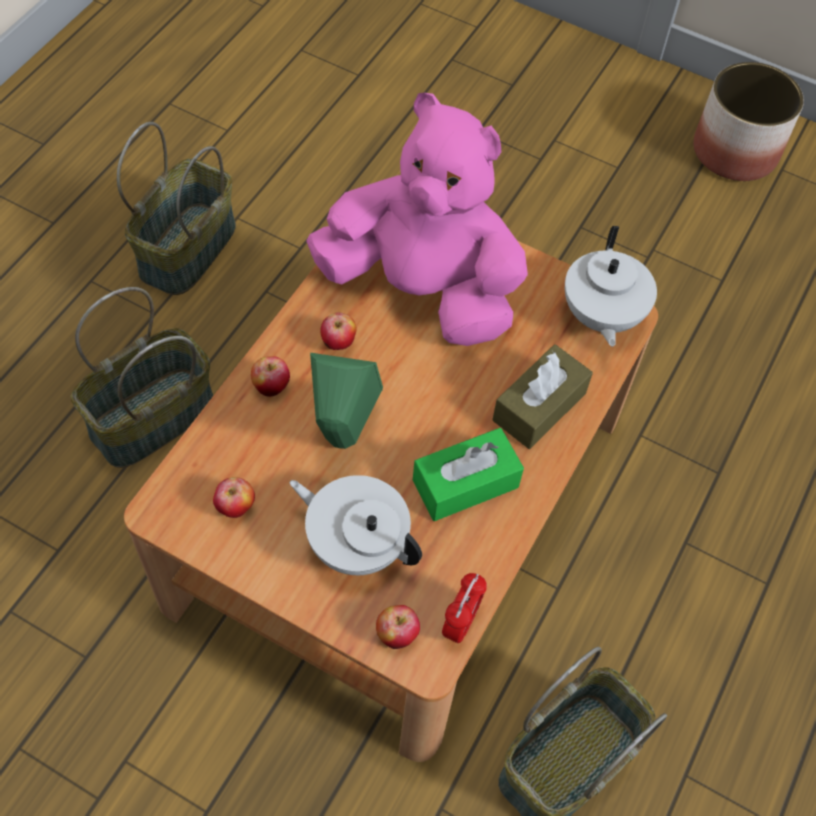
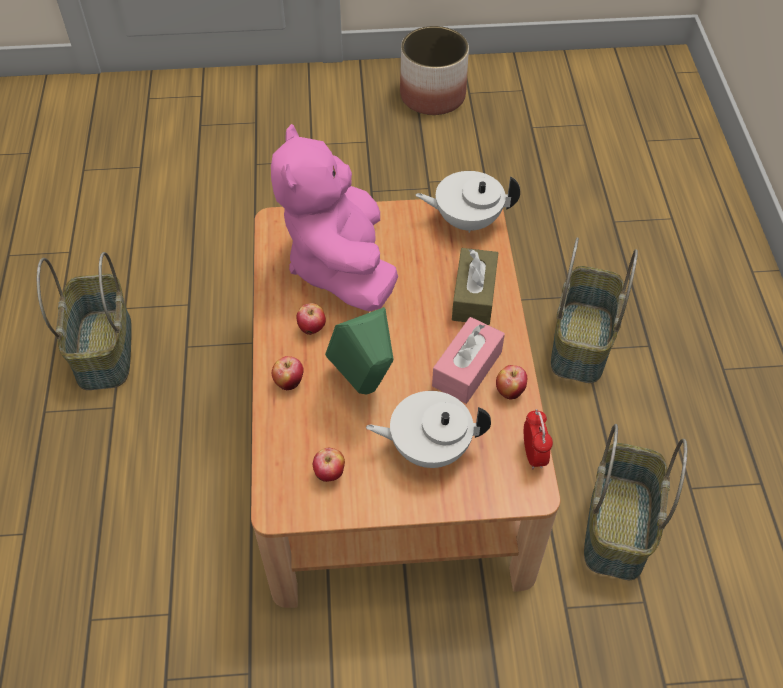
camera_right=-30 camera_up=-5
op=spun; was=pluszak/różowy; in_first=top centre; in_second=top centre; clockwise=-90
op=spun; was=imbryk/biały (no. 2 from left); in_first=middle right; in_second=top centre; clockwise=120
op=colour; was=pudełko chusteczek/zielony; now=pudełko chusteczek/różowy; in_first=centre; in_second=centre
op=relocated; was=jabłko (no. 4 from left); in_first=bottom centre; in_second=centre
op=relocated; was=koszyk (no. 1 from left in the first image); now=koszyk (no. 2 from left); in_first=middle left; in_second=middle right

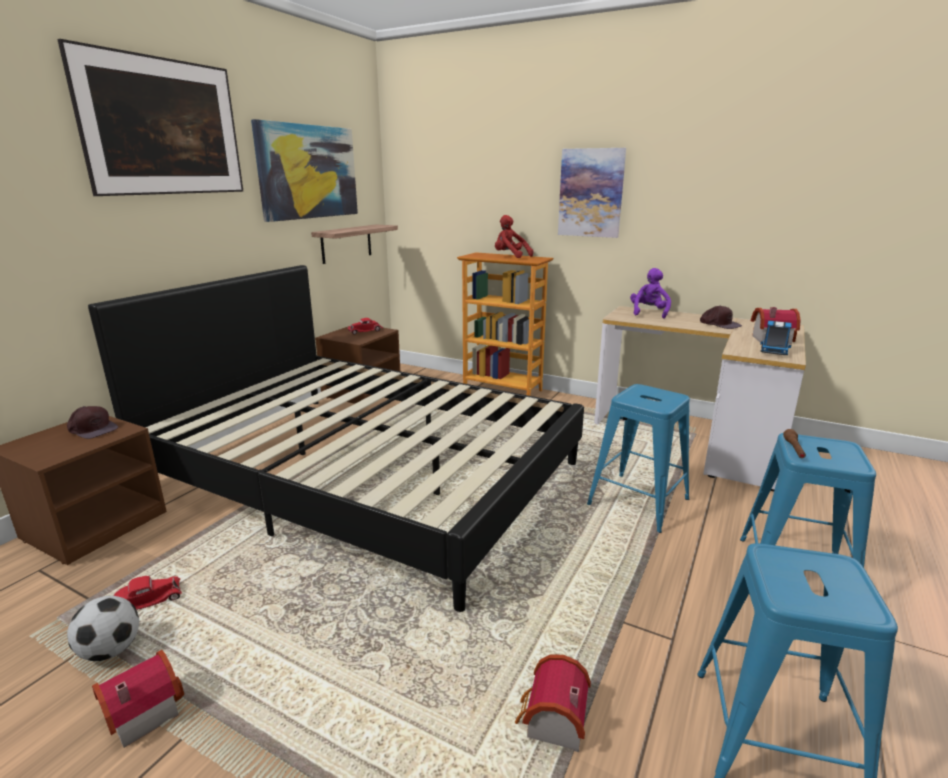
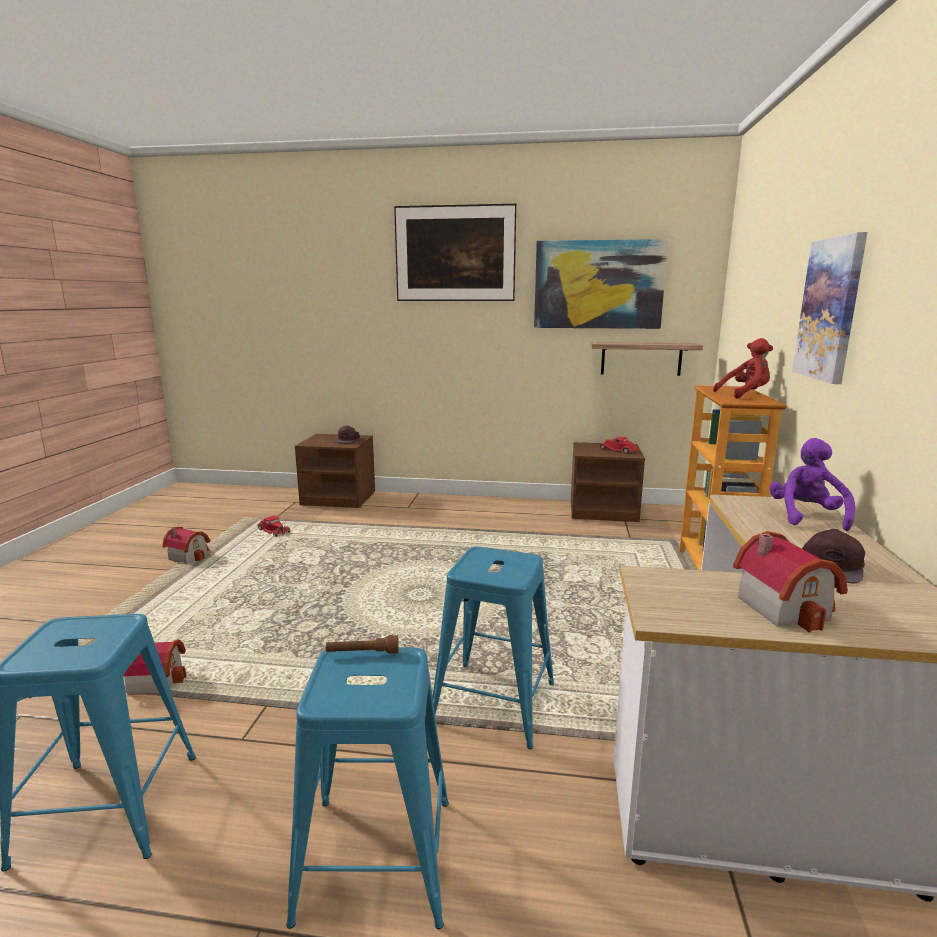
camera_right=70 camera_up=-5
op=spun; was=pluszak/czerwony; in_first=top centre; in_second=middle right; clockwise=60
op=spun; was=pluszak/fioletowy; in_first=middle right; in_second=middle right; clockwise=-75
op=missing; was=piłka futbolowa; in_first=bottom left
op=missing; was=łóżko/czarny; in_first=centre
op=missing; was=ciężarówka zabawkowa; in_first=middle right

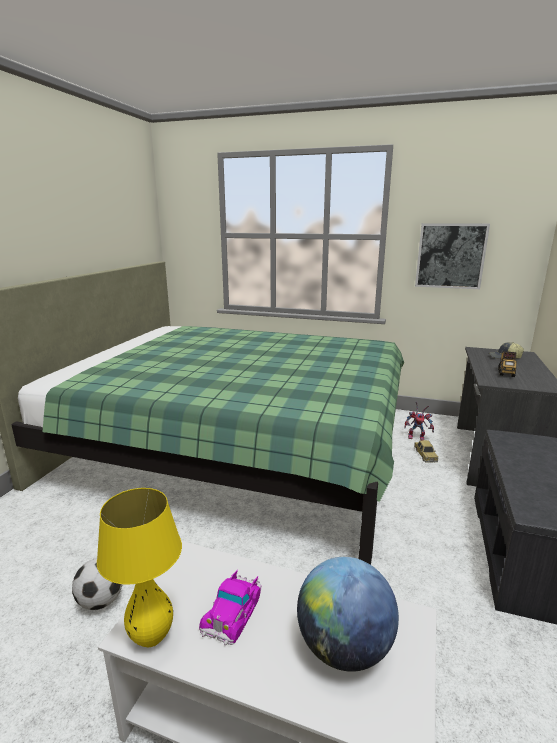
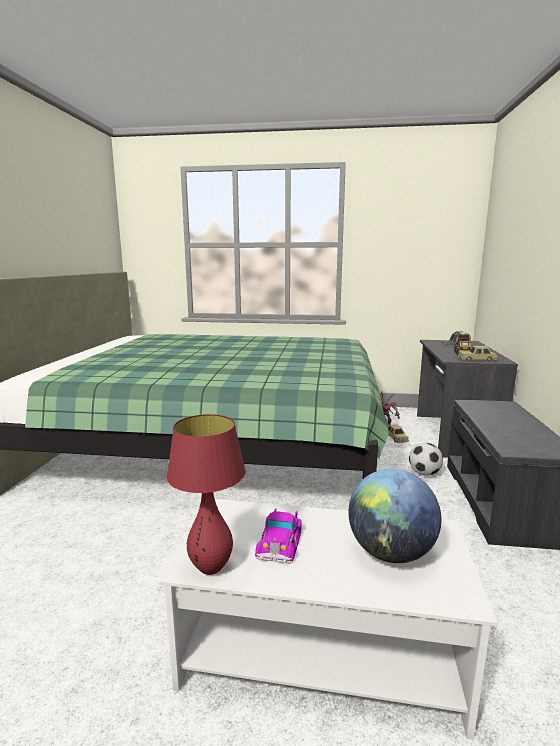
camera_right=-10 camera_up=-5
op=colour; was=lampa stołowa/żółty; now=lampa stołowa/czerwony; in_first=bottom left; in_second=centre
op=relocated; was=piłka futbolowa; in_first=bottom left; in_second=middle right
op=appeared; now=samochodzik (no. 3 from left); in_second=middle right
op=missing; was=obraz; in_first=middle right

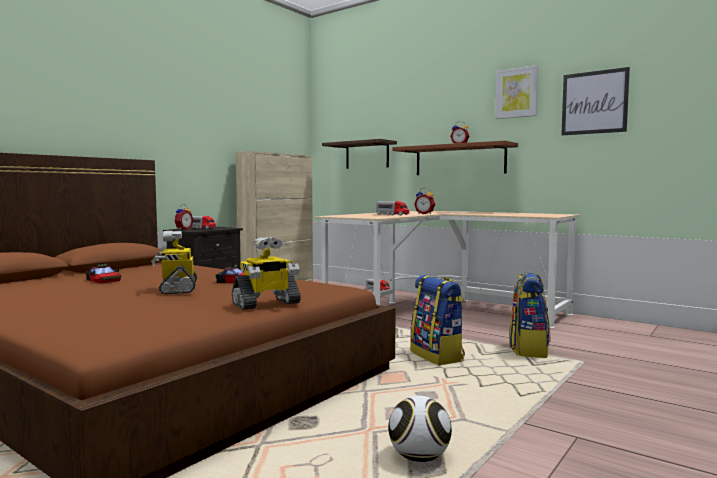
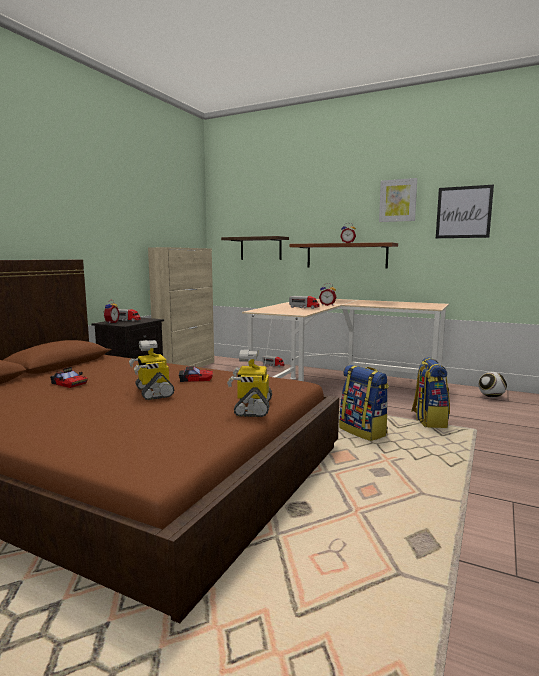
camera_right=-10 camera_up=5
op=spun; was=robot zabawkowy (no. 2 from left); in_first=centre; in_second=centre; clockwise=135
op=relocated; was=piłka futbolowa; in_first=bottom centre; in_second=middle right

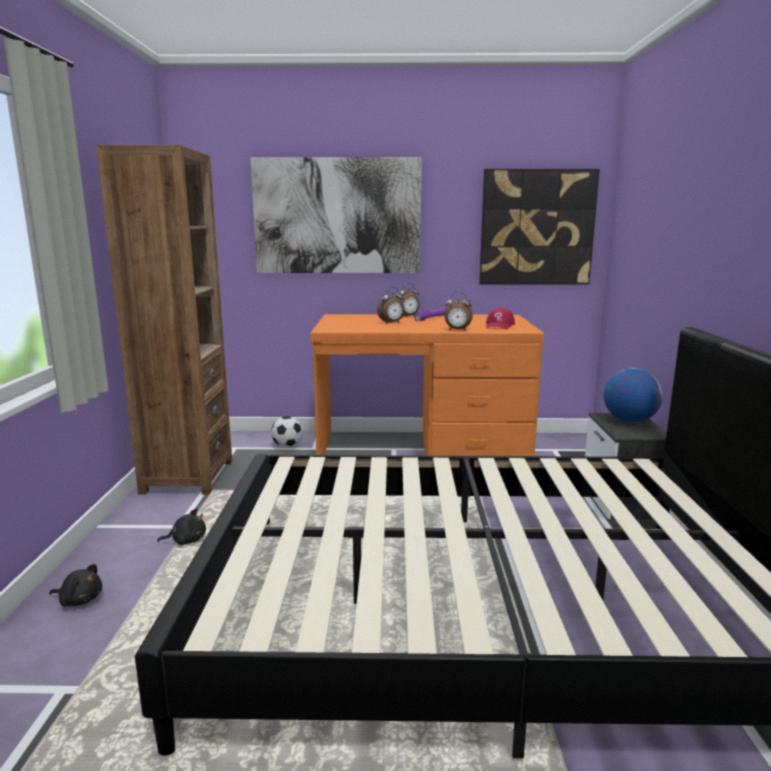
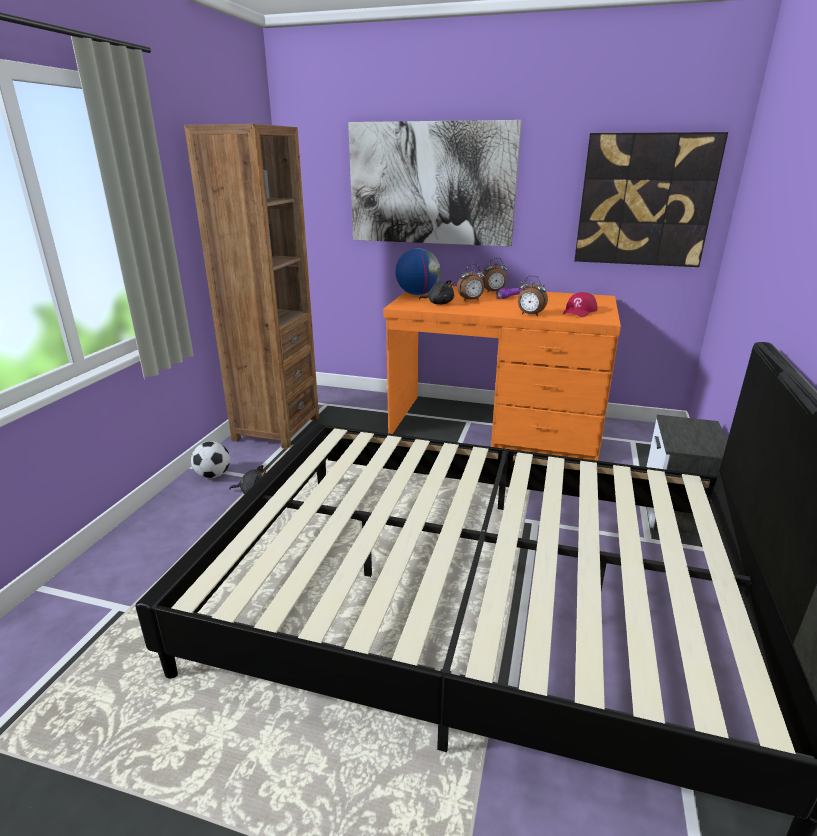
camera_right=15 camera_up=10
op=relocated; was=piłka futbolowa; in_first=centre; in_second=middle left
op=relocated; was=globus; in_first=middle right; in_second=top centre
op=relocated; was=pluszak/czarny (no. 1 from left in the first image); now=pluszak/czarny (no. 2 from left); in_first=bottom left; in_second=centre

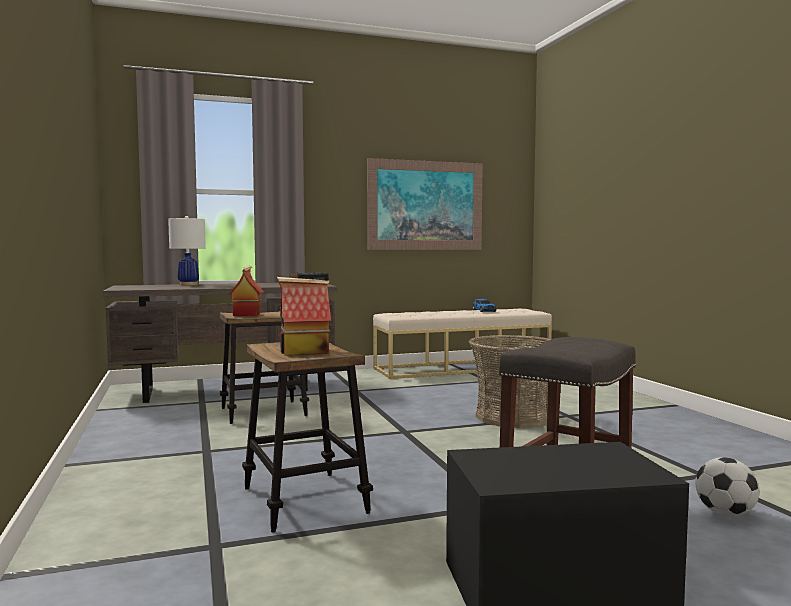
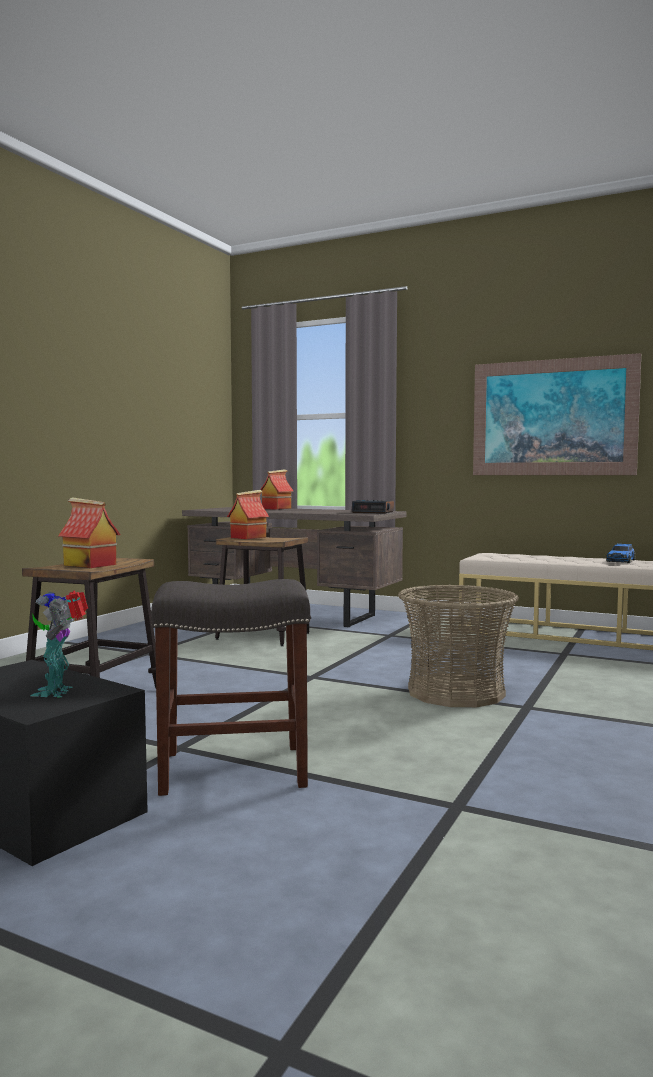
camera_right=45 camera_up=0
op=appeared; now=robot zabawkowy; in_second=middle left
op=exchanged; was=lampa stołowa/biały; now=domek (no. 3 from left); in_first=middle left; in_second=centre
op=missing; was=piłka futbolowa; in_first=bottom right

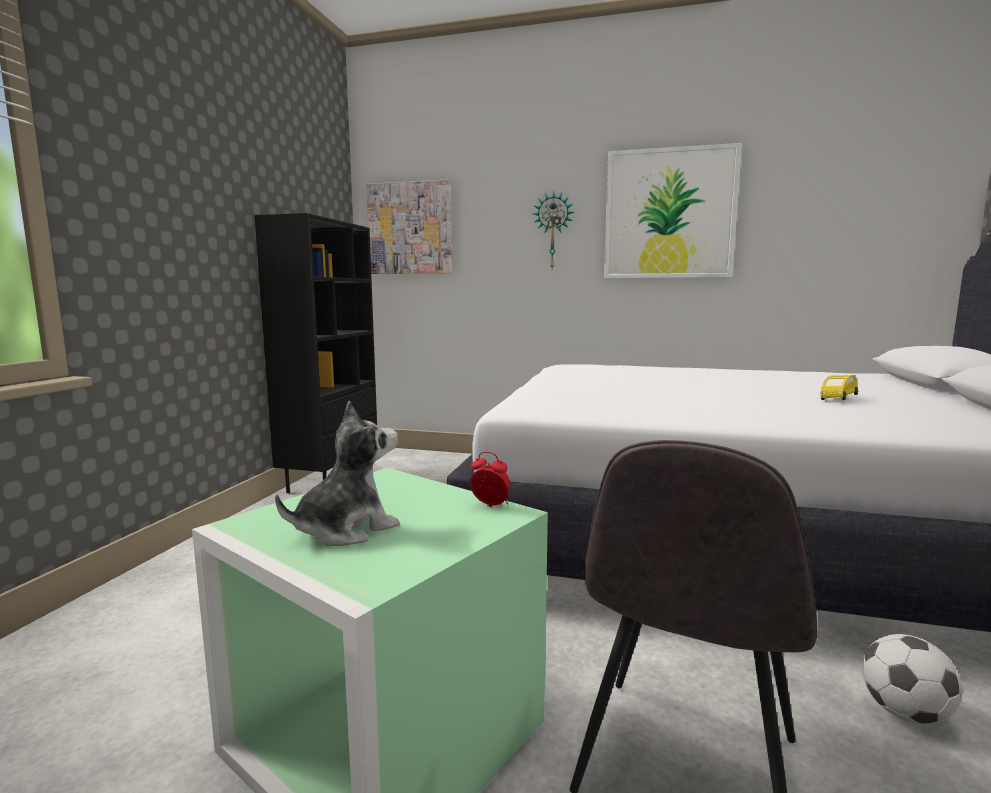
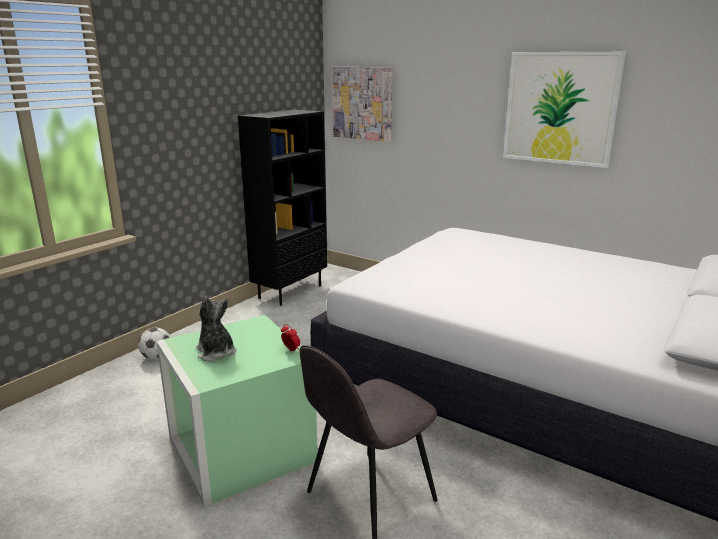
camera_right=20 camera_up=10
op=relocated; was=piłka futbolowa; in_first=bottom right; in_second=middle left
op=spun; was=pluszak; in_first=centre; in_second=middle left; clockwise=-105
op=missing; was=zegar ścienny; in_first=top centre
op=missing; was=samochodzik/żółty; in_first=middle right

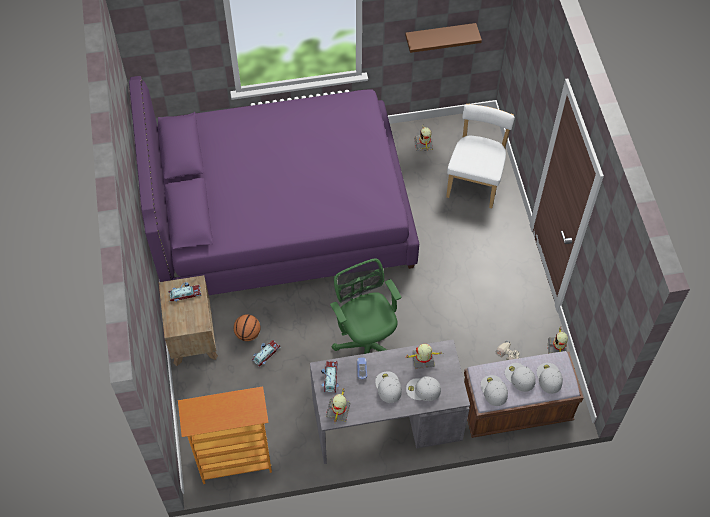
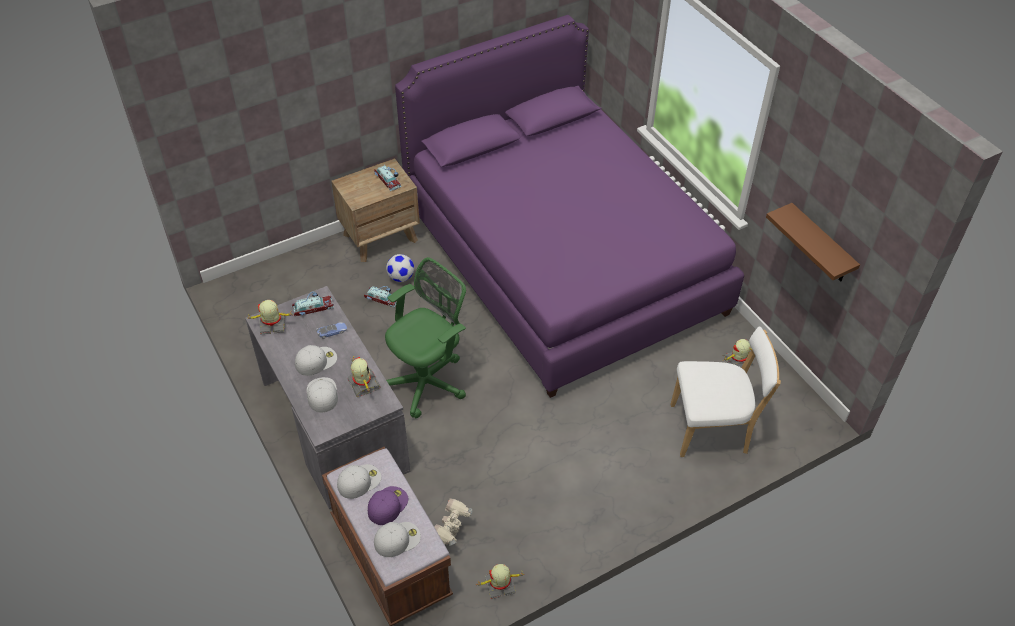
camera_right=70 camera_up=-10
op=colour; was=czapka z daszkiem/biały (no. 4 from left); now=czapka z daszkiem/fioletowy; in_first=bottom right; in_second=bottom centre
op=exchanged; was=piłka do koszykówki; now=piłka futbolowa; in_first=centre; in_second=centre
op=missing; was=regał; in_first=bottom left

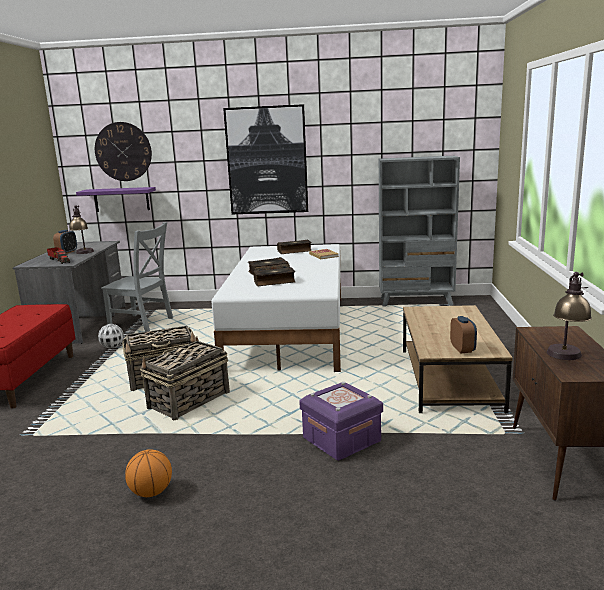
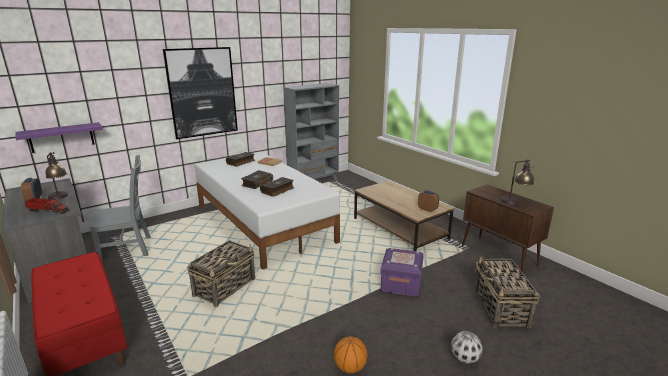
camera_right=-40 camera_up=5
op=relocated; was=piłka futbolowa; in_first=middle left; in_second=bottom right
op=relocated; was=koszyk (no. 2 from left); in_first=middle left; in_second=bottom right
op=missing; was=zegar ścienny; in_first=top left

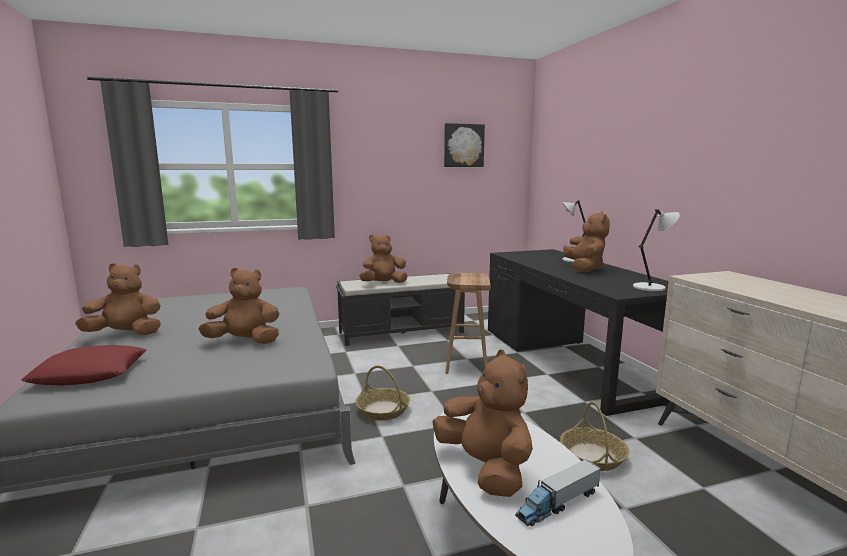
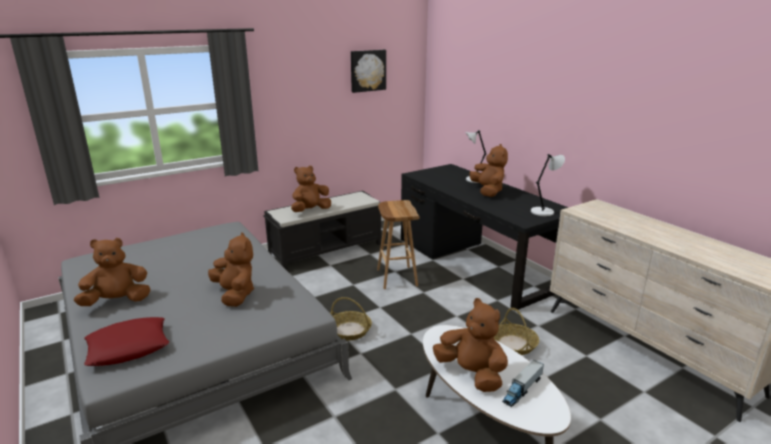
camera_right=-15 camera_up=10
op=spun; was=pluszak/brązowy (no. 2 from left); in_first=middle left; in_second=middle left; clockwise=75

